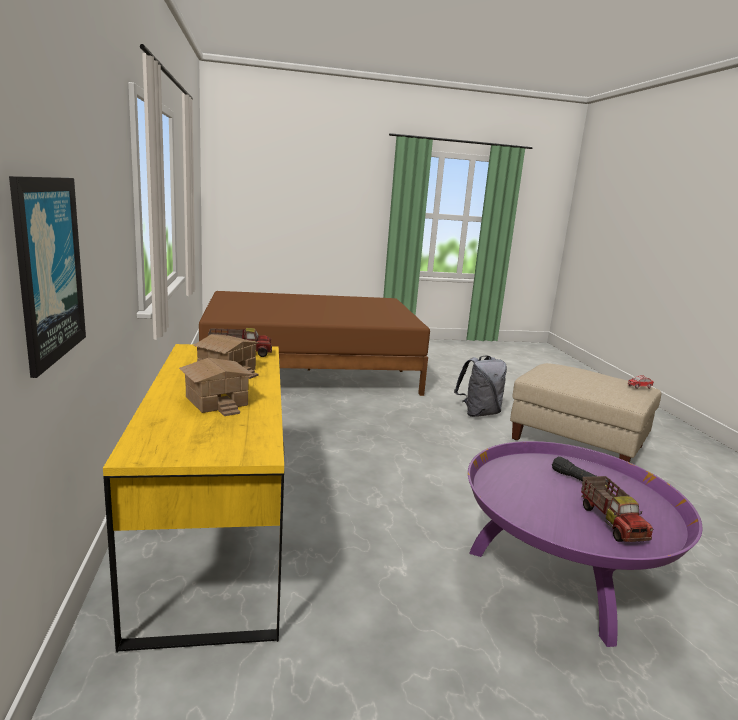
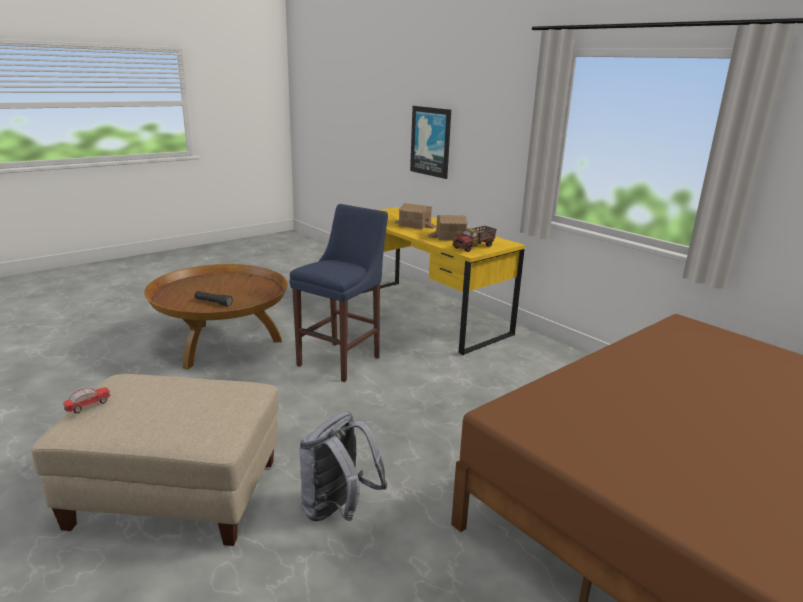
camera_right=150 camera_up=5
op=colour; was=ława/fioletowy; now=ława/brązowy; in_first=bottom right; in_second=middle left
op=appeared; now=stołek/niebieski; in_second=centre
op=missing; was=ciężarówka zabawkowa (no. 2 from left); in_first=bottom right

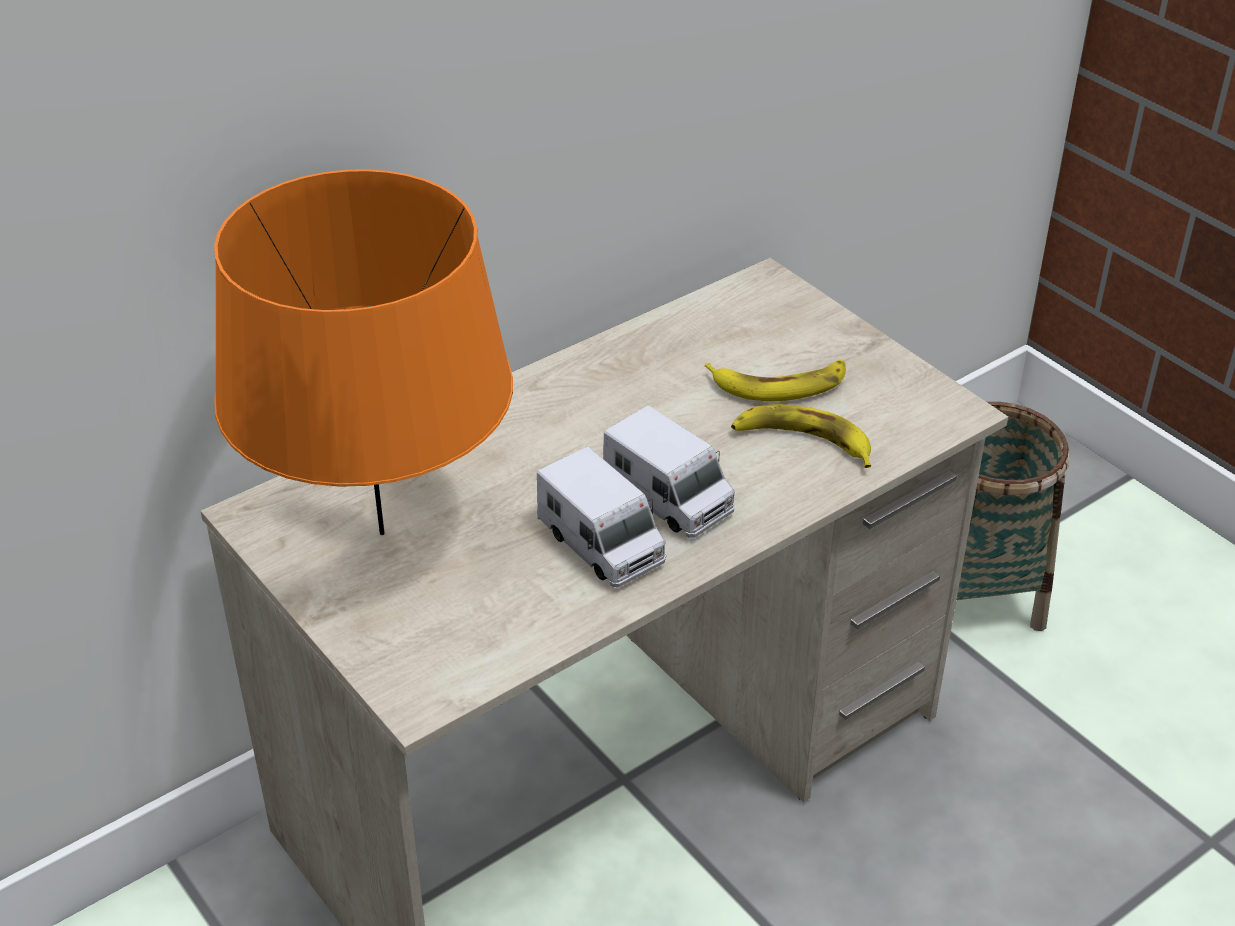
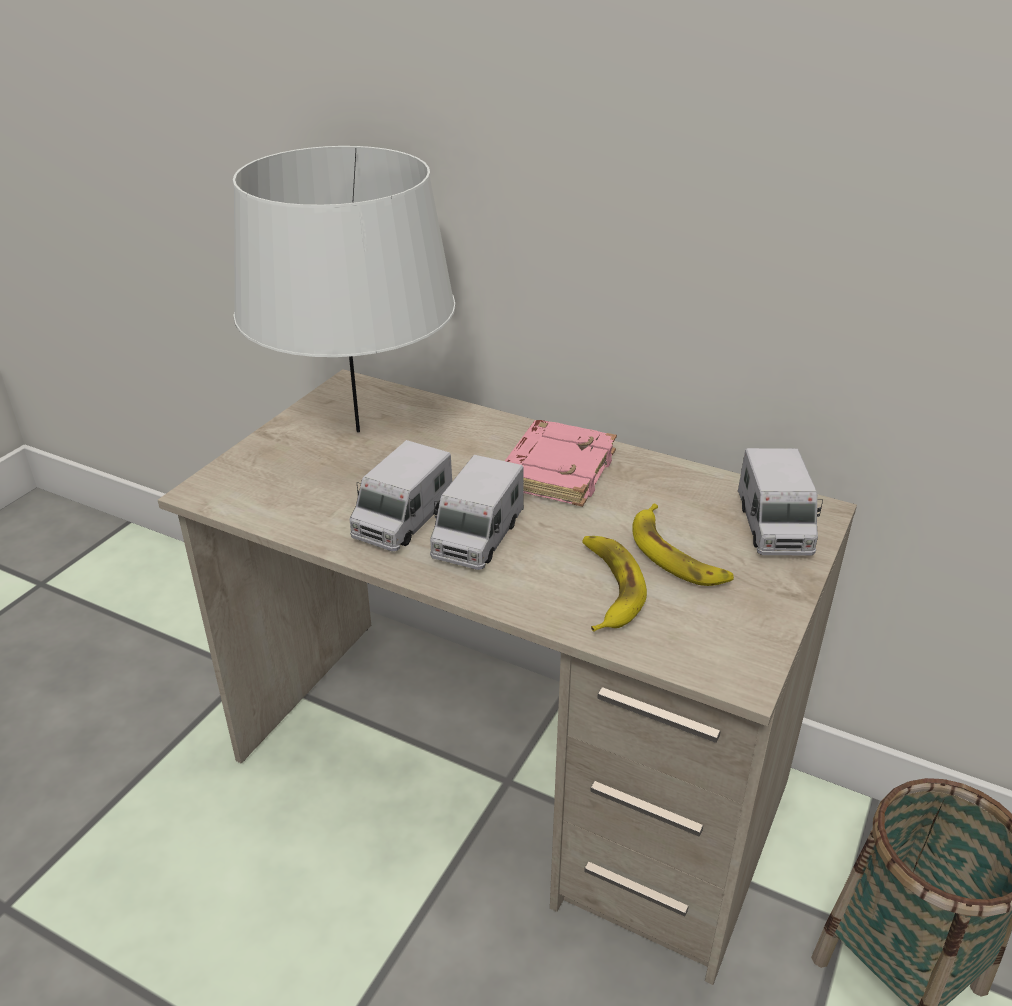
camera_right=65 camera_up=-5
op=colour; was=lampa stołowa/pomarańczowy; now=lampa stołowa/biały; in_first=middle left; in_second=top centre
op=appeared; now=książka/różowy; in_second=centre
op=appeared; now=ciężarówka zabawkowa (no. 3 from left); in_second=middle right

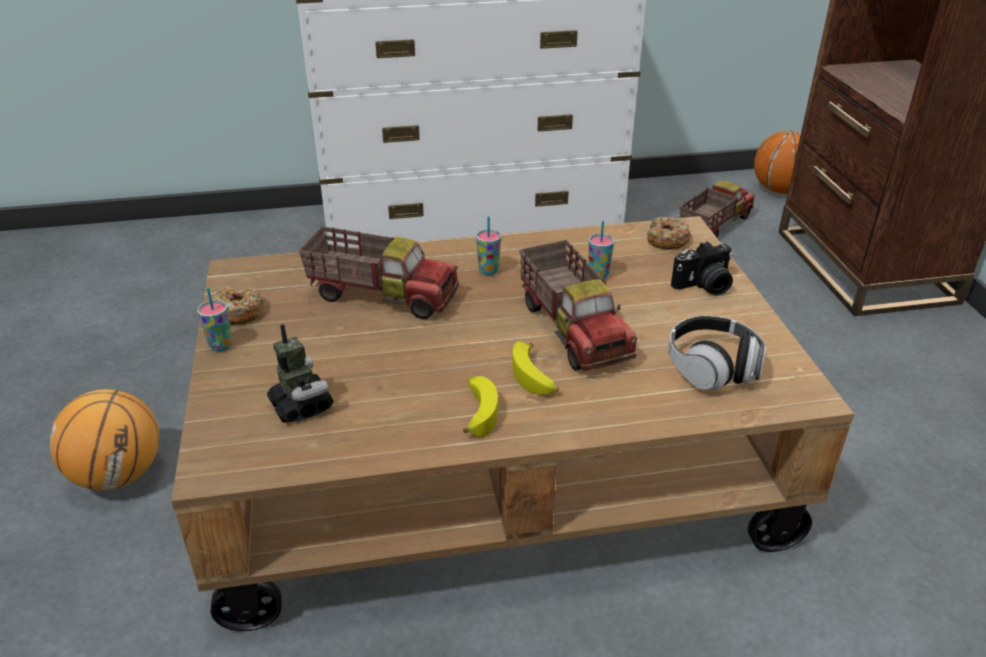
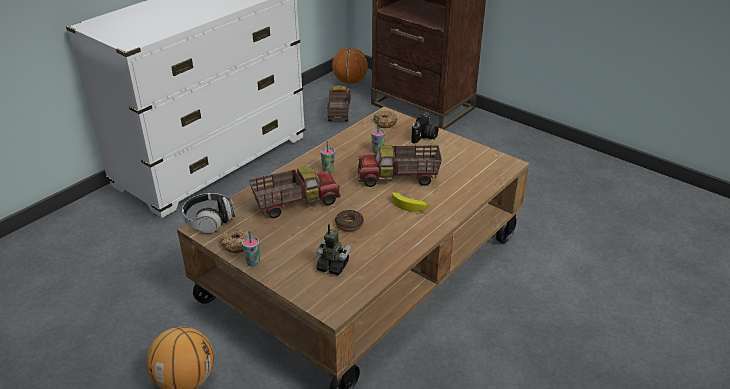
camera_right=-40 camera_up=0
op=relocated; was=słuchawki; in_first=middle right; in_second=middle left
op=appeared; now=donut (no. 2 from left); in_second=centre
op=spun; was=ciężarówka zabawkowa (no. 2 from left in the first image); in_first=centre; in_second=centre; clockwise=150
op=missing; was=banan (no. 1 from left); in_first=centre

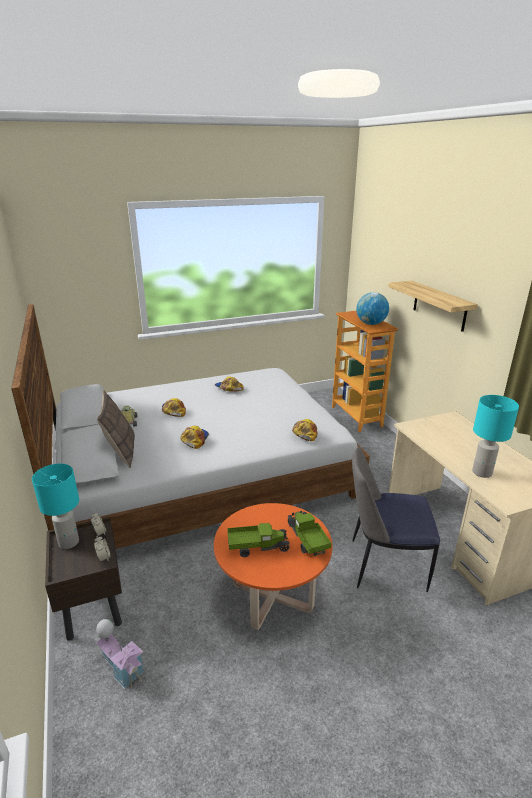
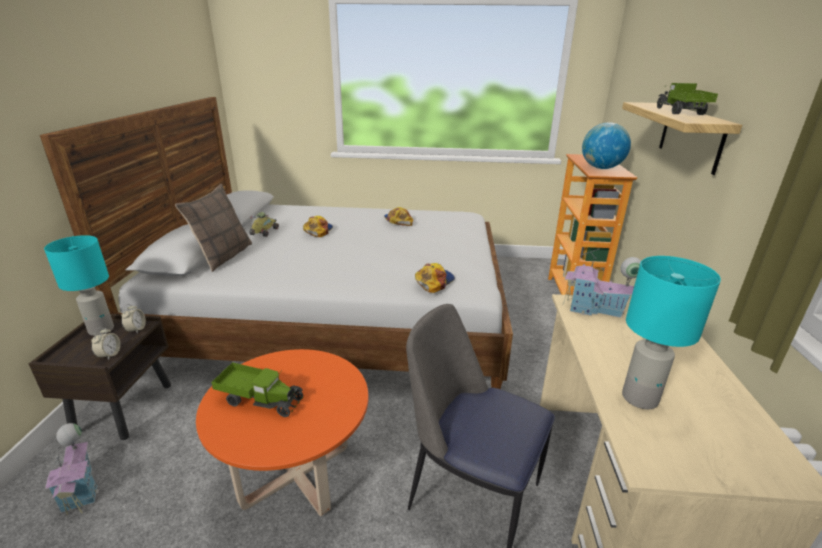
camera_right=25 camera_up=0
op=appeared; now=domek (no. 2 from left); in_second=middle right
op=relocated; was=ciężarówka zabawkowa (no. 2 from left); in_first=bottom centre; in_second=top right
op=missing; was=czapka z daszkiem (no. 2 from left); in_first=centre

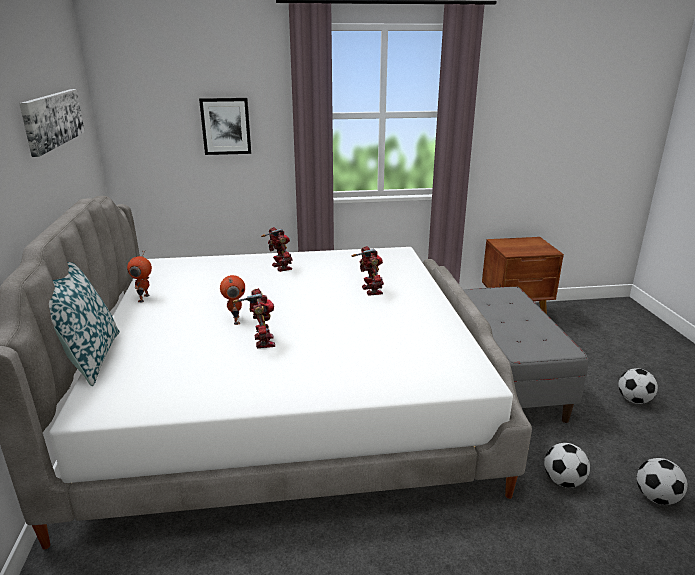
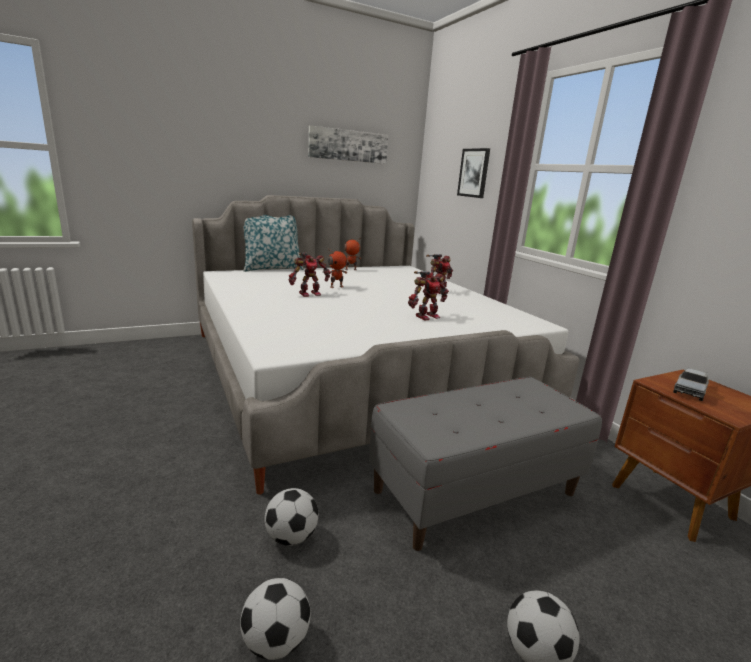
camera_right=70 camera_up=-5
op=appeared; now=ciężarówka zabawkowa; in_second=middle right

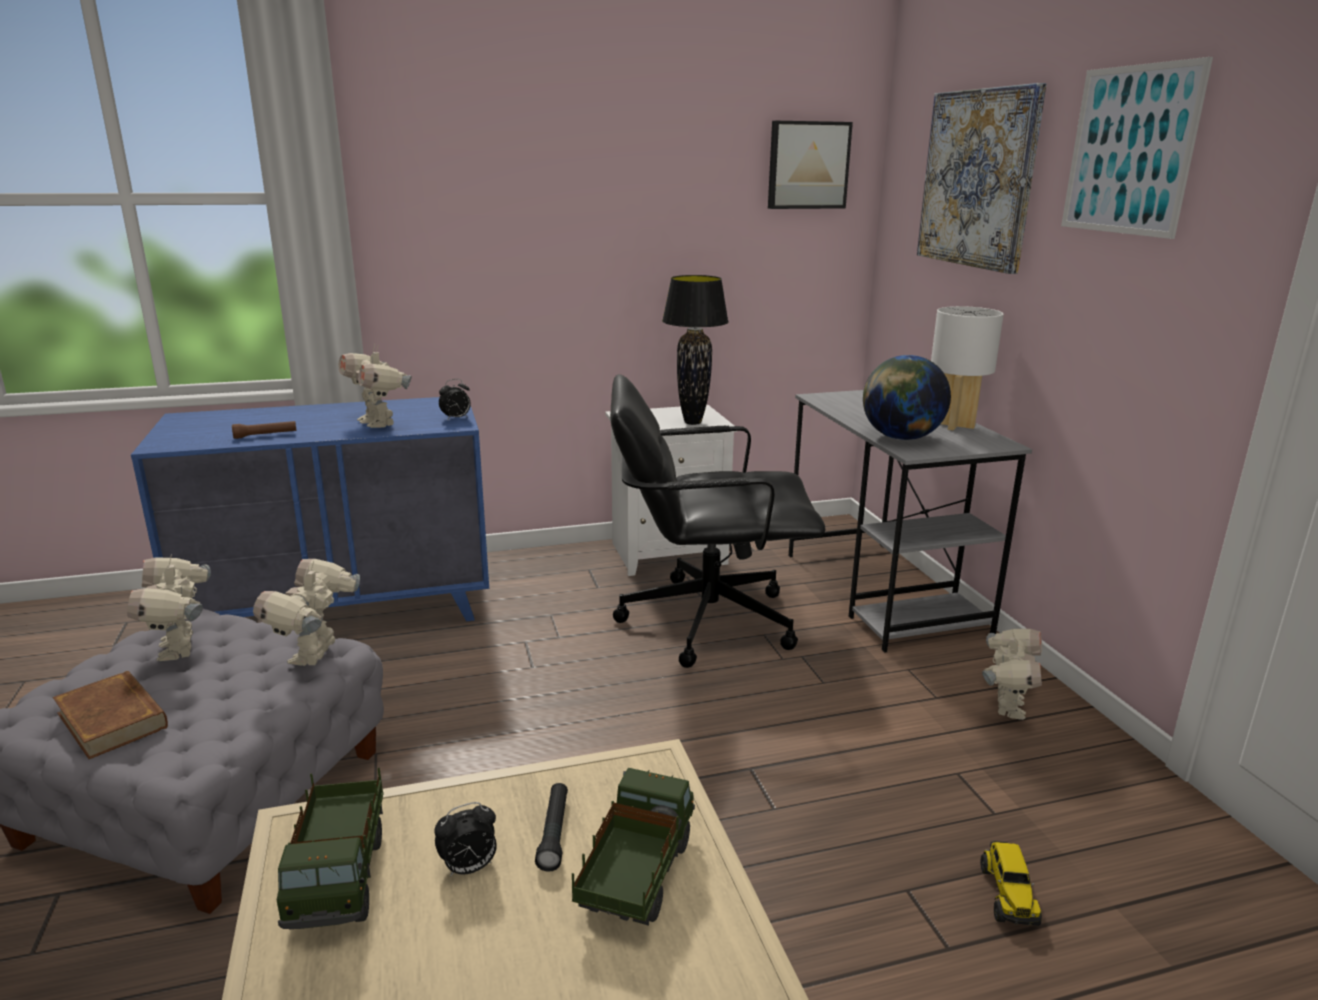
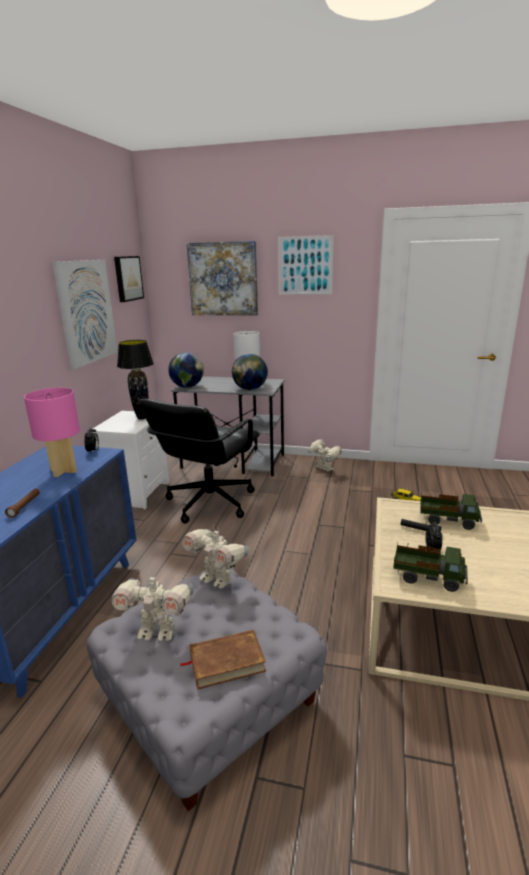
camera_right=-60 camera_up=0
op=exchanged; was=robot zabawkowy (no. 3 from left); now=lampa stołowa/różowy; in_first=middle left; in_second=middle left
op=appeared; now=obraz (no. 1 from left); in_second=middle left
op=appeared; now=globus (no. 1 from left); in_second=centre
op=spun; was=ciężarówka zabawkowa (no. 2 from left in the first image); in_first=bottom centre; in_second=middle right; clockwise=150

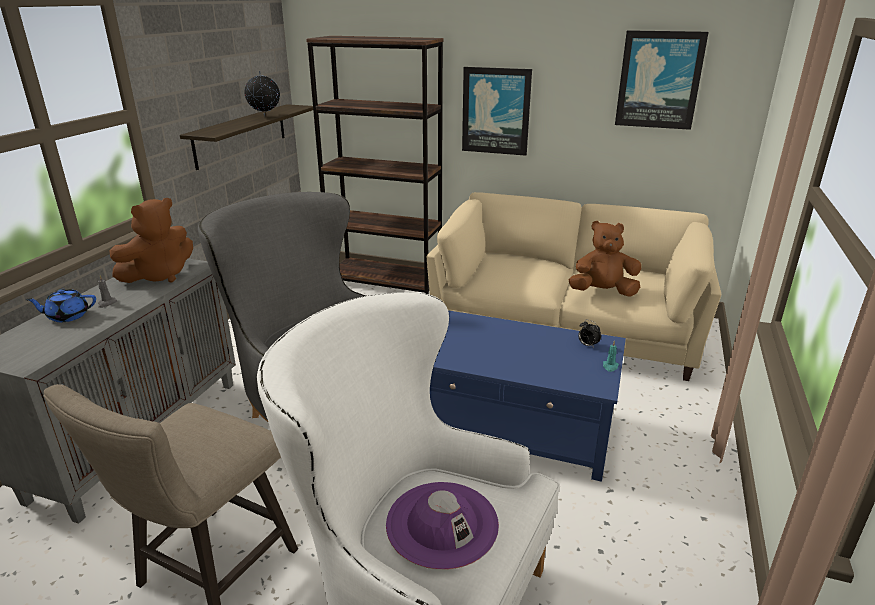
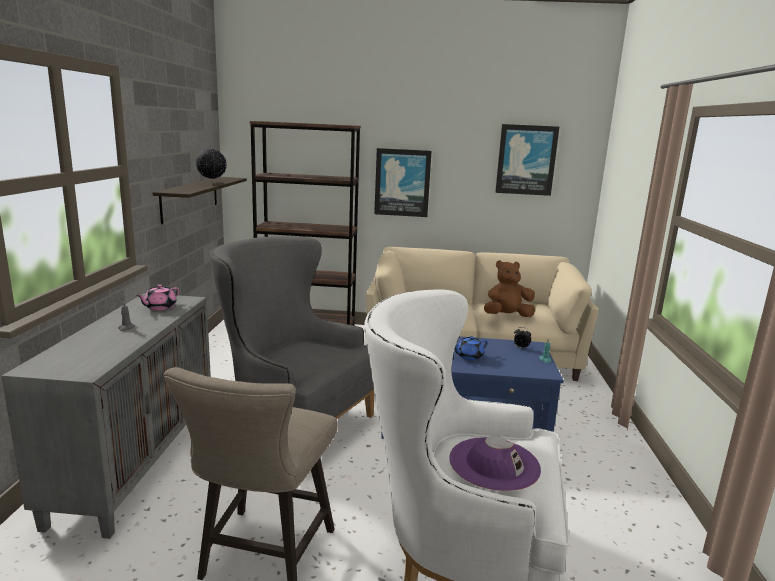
camera_right=-15 camera_up=-10
op=exchanged; was=pluszak/brązowy (no. 1 from left); now=imbryk/różowy; in_first=middle left; in_second=middle left
op=relocated; was=imbryk/niebieski; in_first=middle left; in_second=centre

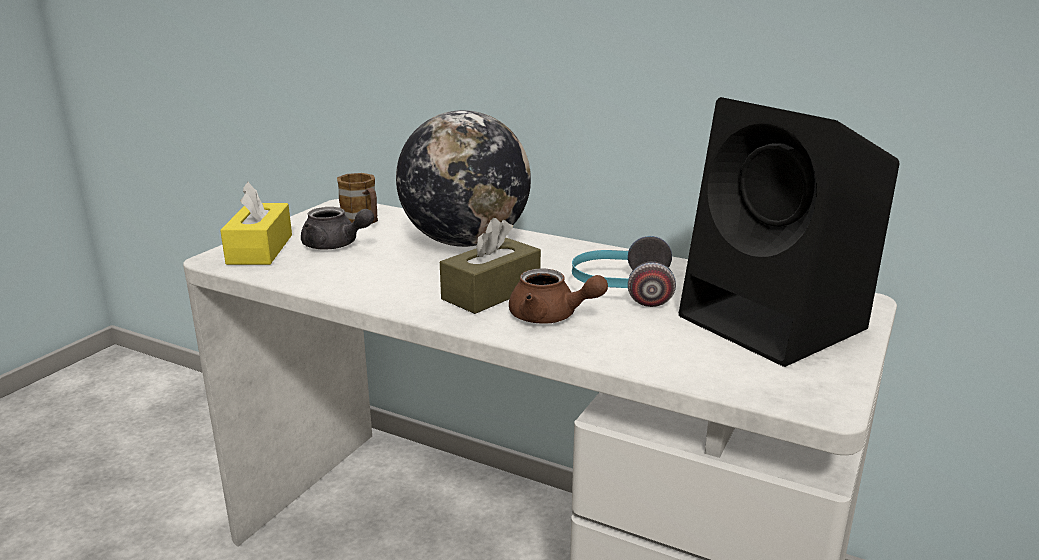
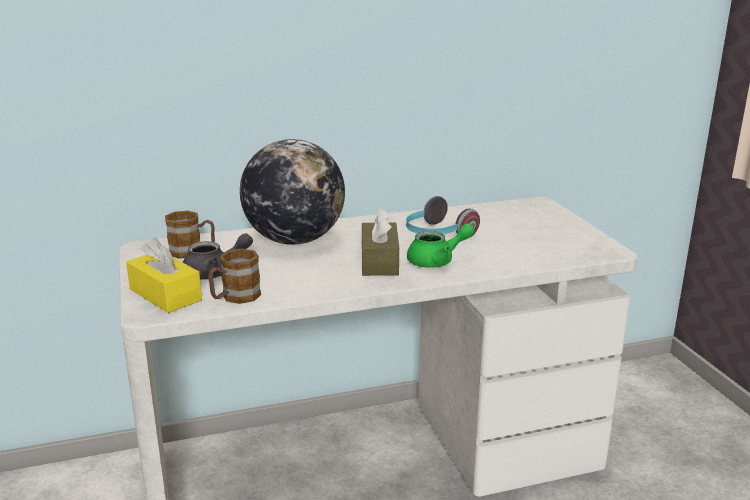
camera_right=-45 camera_up=0
op=appeared; now=kubek (no. 2 from left); in_second=middle left
op=colour; was=imbryk/brązowy; now=imbryk/zielony; in_first=centre; in_second=centre
op=missing; was=głośnik/czarny; in_first=middle right

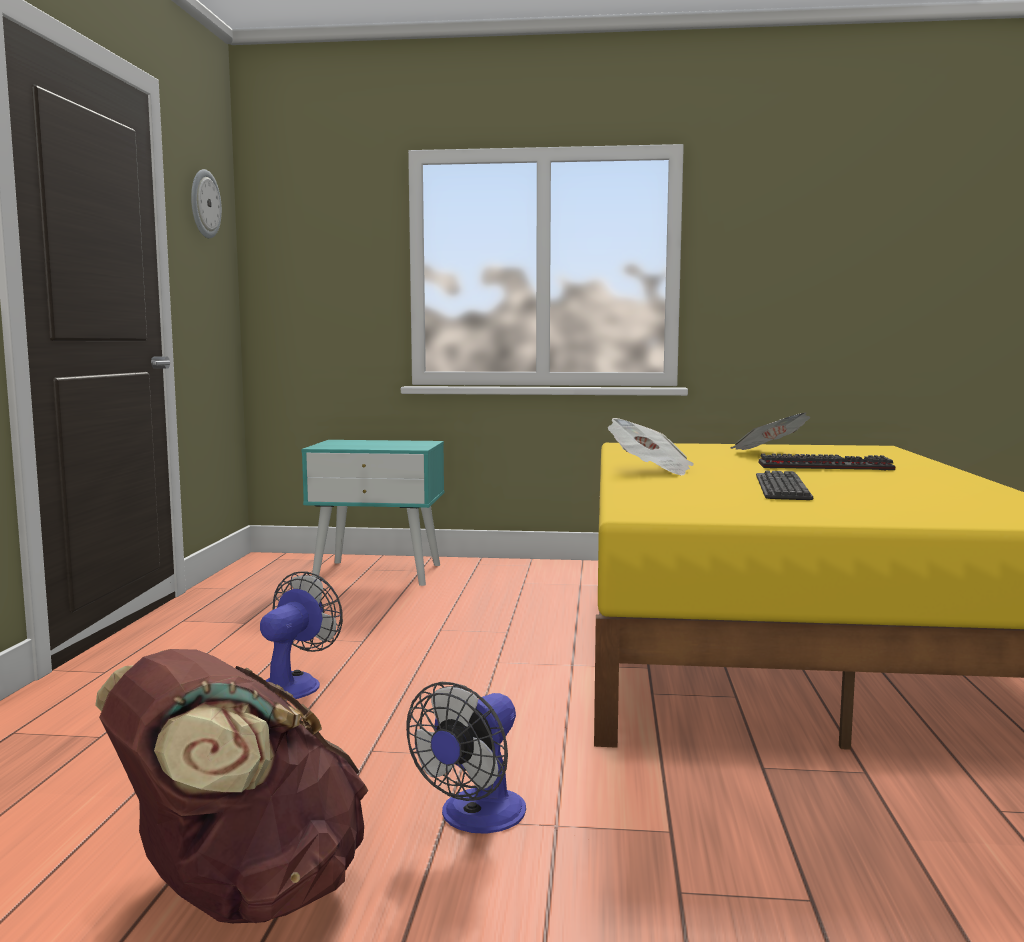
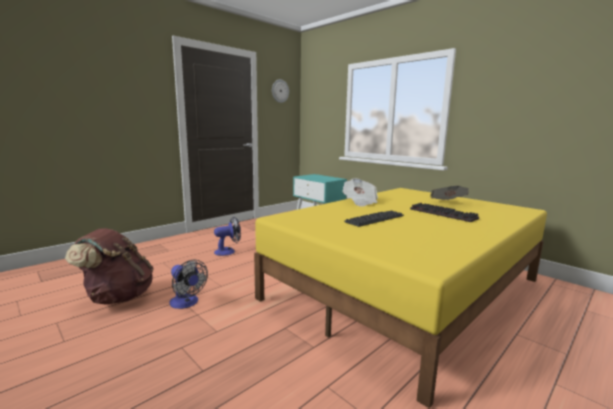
camera_right=40 camera_up=5
op=spun; was=wentylator (no. 2 from left in the first image); in_first=bottom centre; in_second=bottom left; clockwise=-120

